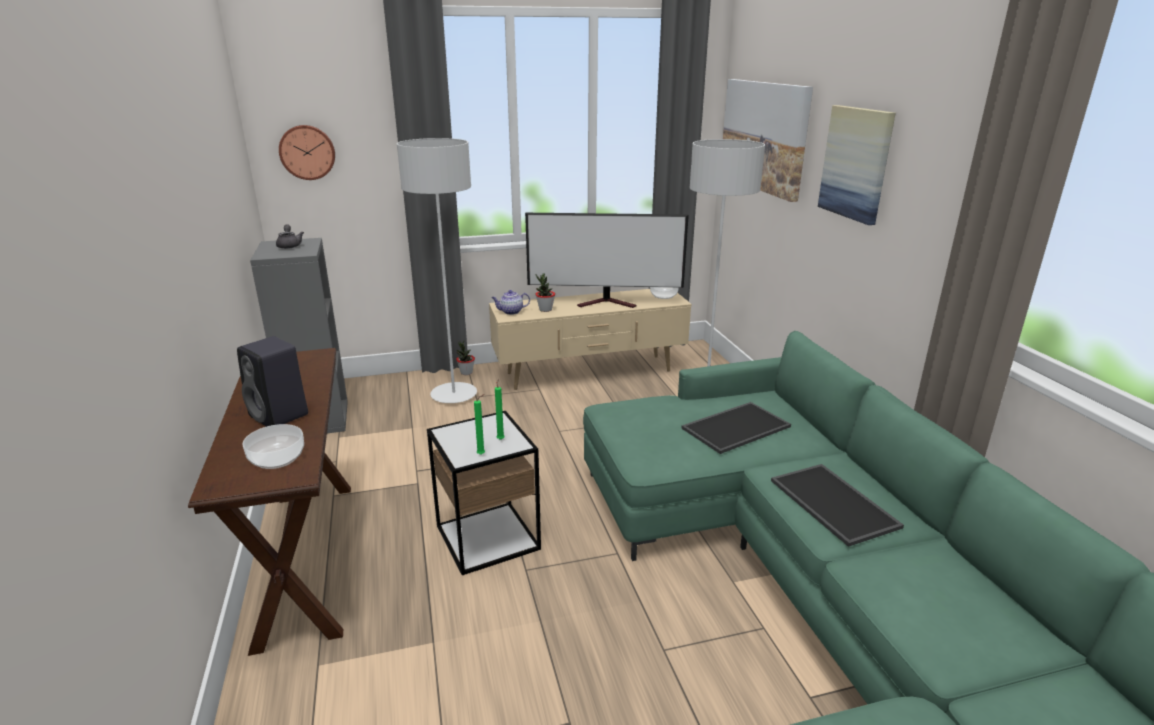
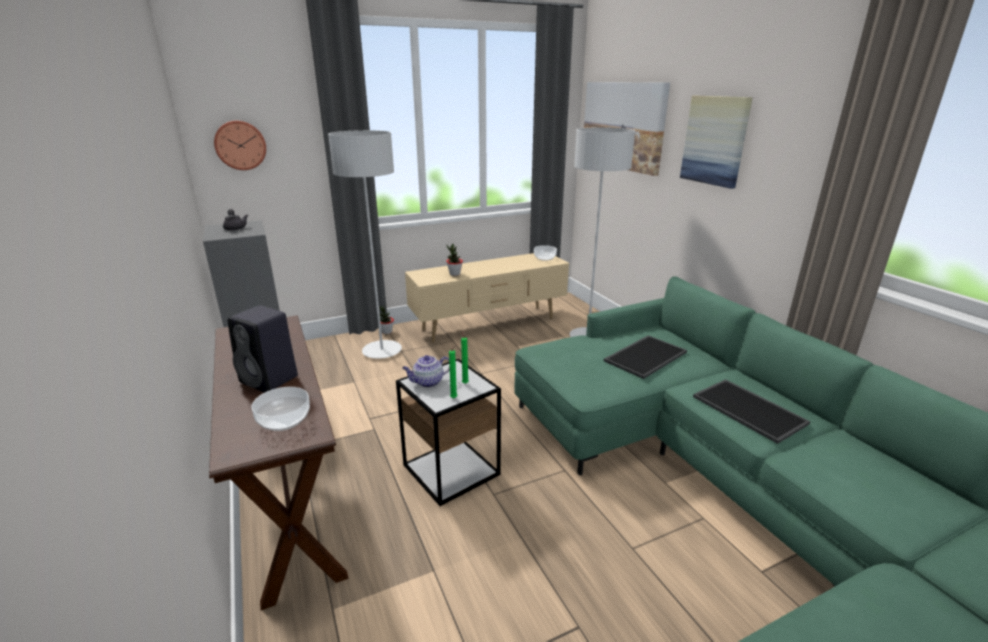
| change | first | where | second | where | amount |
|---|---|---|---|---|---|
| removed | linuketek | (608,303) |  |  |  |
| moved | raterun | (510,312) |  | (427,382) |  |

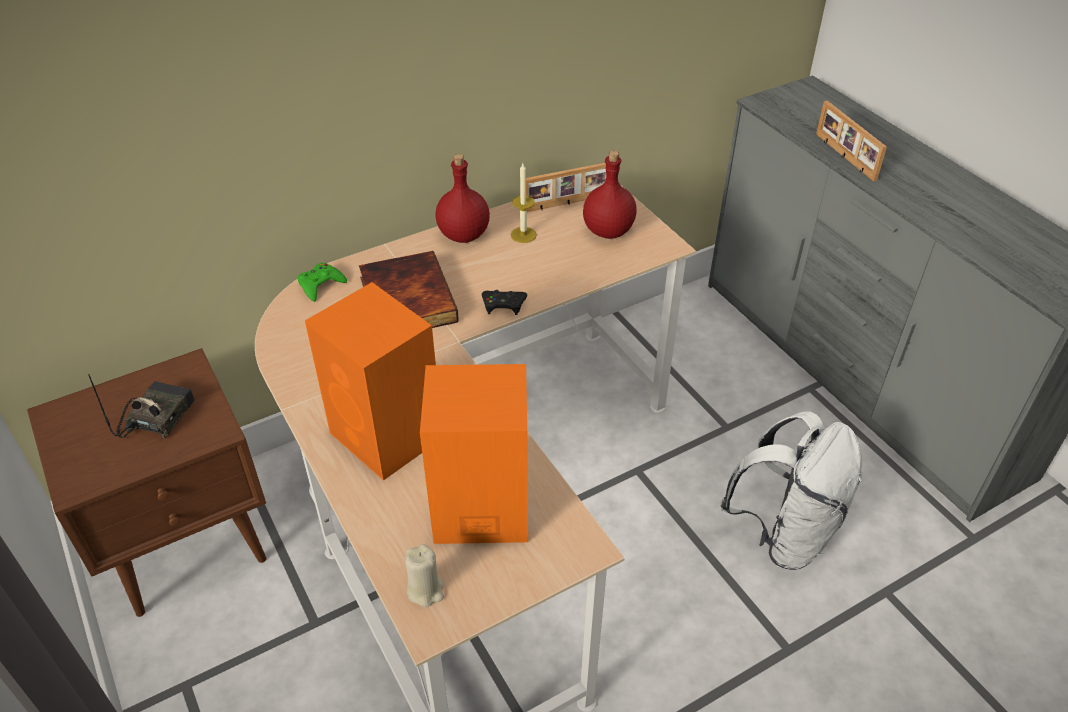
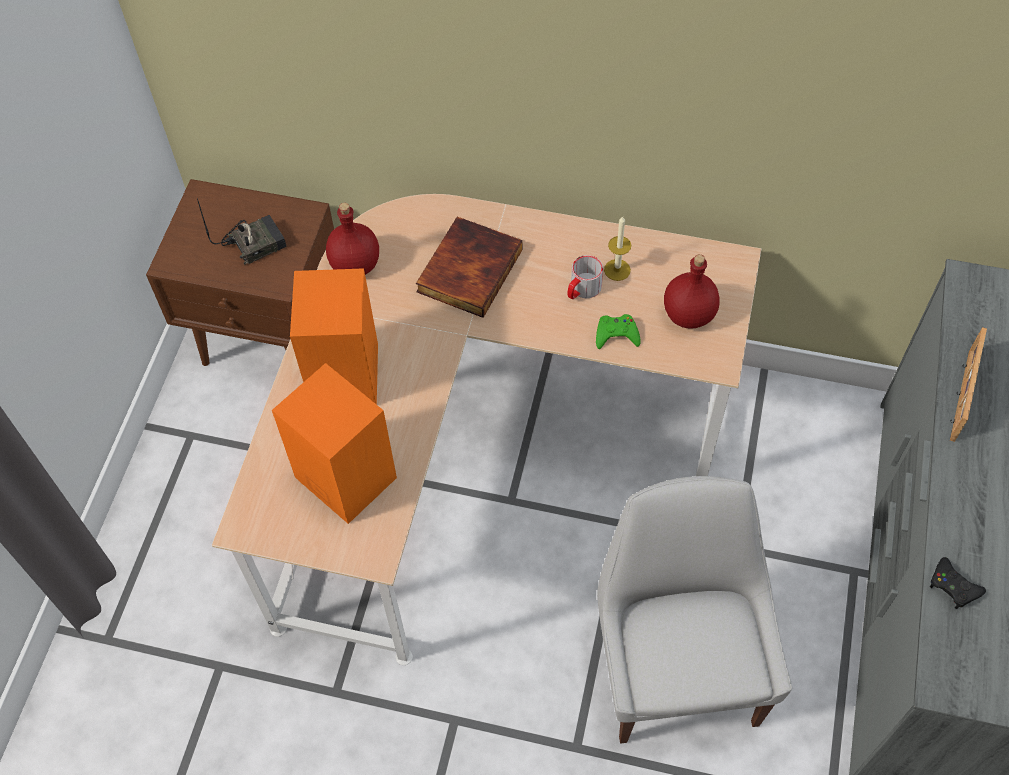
| change | first | where | second | where | amount |
|---|---|---|---|---|---|
| removed | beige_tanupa | (425,590) |  |  |  |
| removed | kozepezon | (568,203) |  |  |  |
| added |  |  | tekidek | (582,289) |  |
| moved | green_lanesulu | (320,285) |  | (616,334) |  |
| moved | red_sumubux | (463,234) |  | (355,264) |  |
| moved | black_lanesulu | (503,305) |  | (953,586) |  |
| replaced | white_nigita | (784,533) | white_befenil | (677,667) |  |

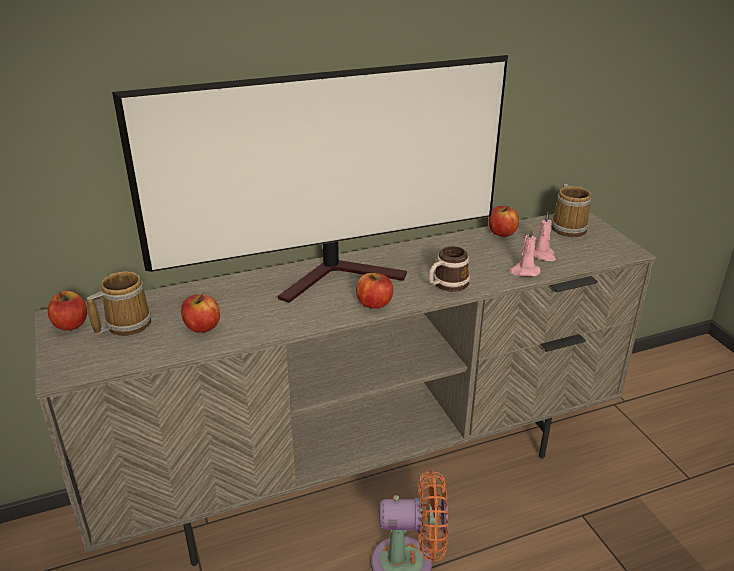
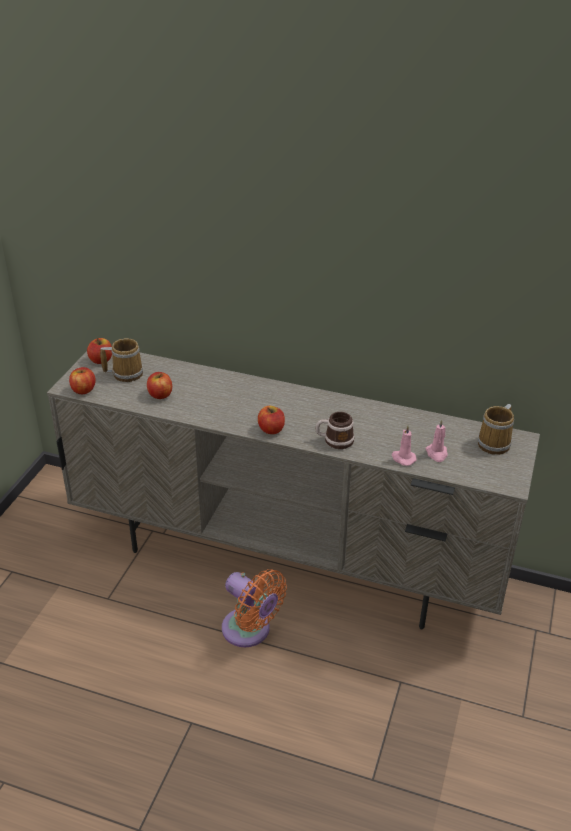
| change | first | where | second | where | amount |
|---|---|---|---|---|---|
| removed | linuketek | (341,275) |  |  |  |
| moved | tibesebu | (501,233) |  | (83,390) |  |

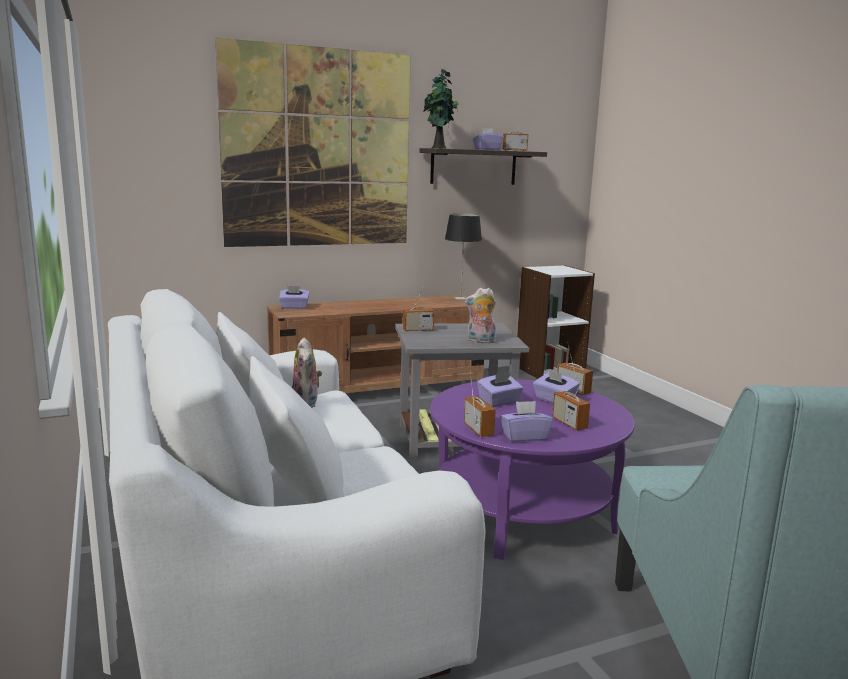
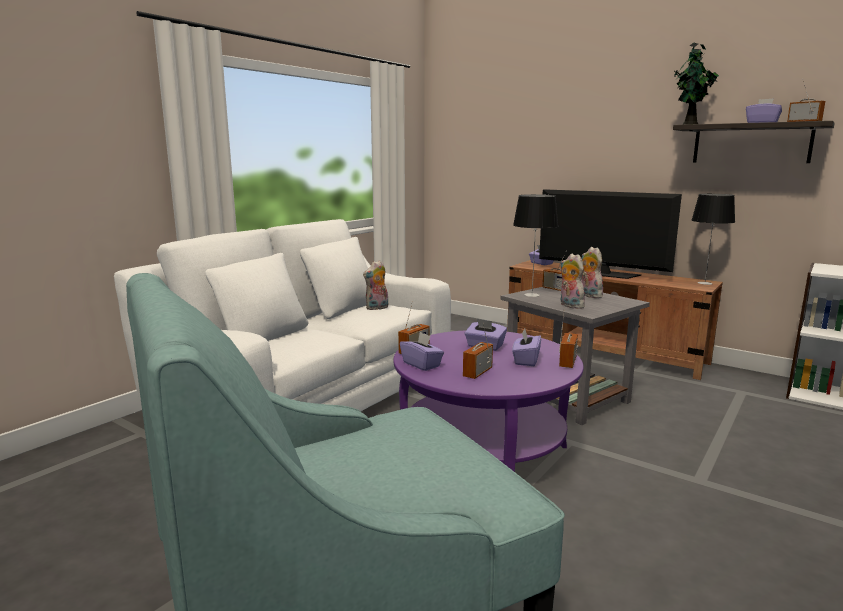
| change | first | where | second | where | amount |
|---|---|---|---|---|---|
| removed | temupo | (318,149) |  |  |  |
| added |  |  | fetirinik | (532,295) |  |
| added |  |  | linuketek | (601,273) |  |
| added |  |  | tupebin | (589,295) |  |

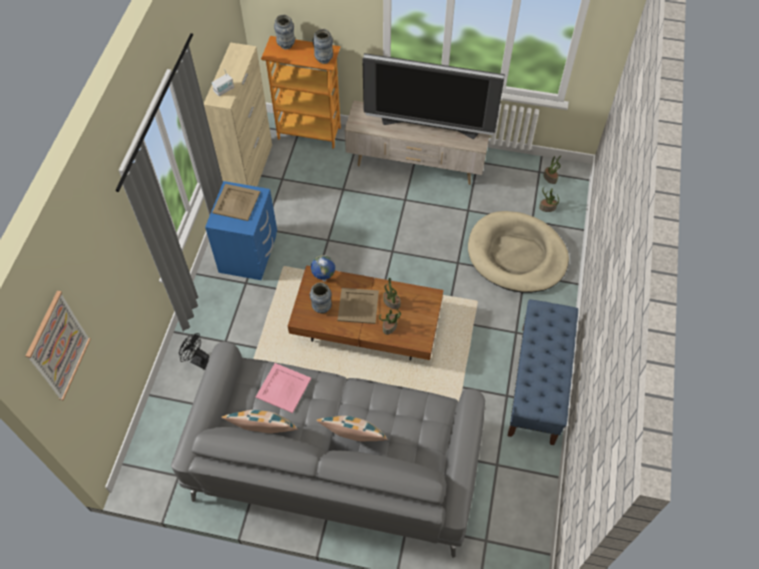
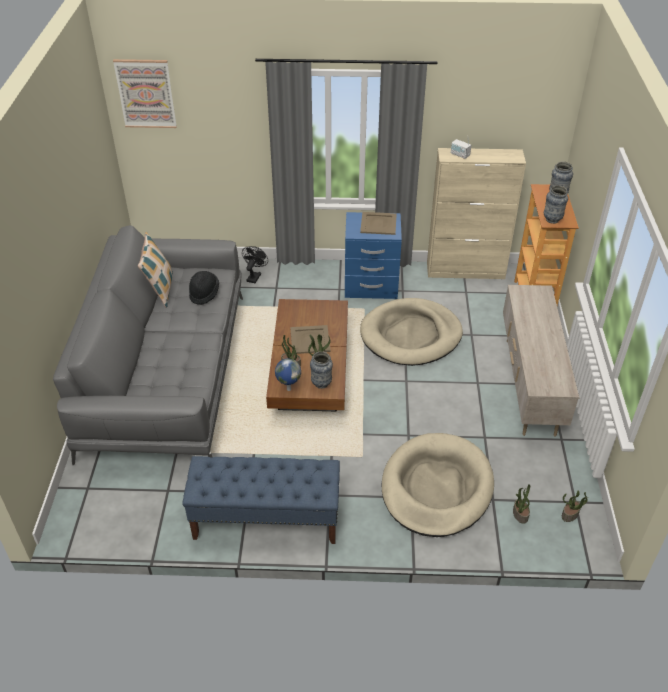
| change | first | where | second | where | amount |
|---|---|---|---|---|---|
| removed | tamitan | (354,440) |  |  |  |
| removed | linuketek | (430,125) |  |  |  |
| added |  |  | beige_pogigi | (411,335) |  |
| moved | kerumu | (322,307) |  | (321,384) |  |
| moved | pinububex | (323,280) |  | (288,389) |  |
| replaced | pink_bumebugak | (283,388) | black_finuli | (204,293) |  |

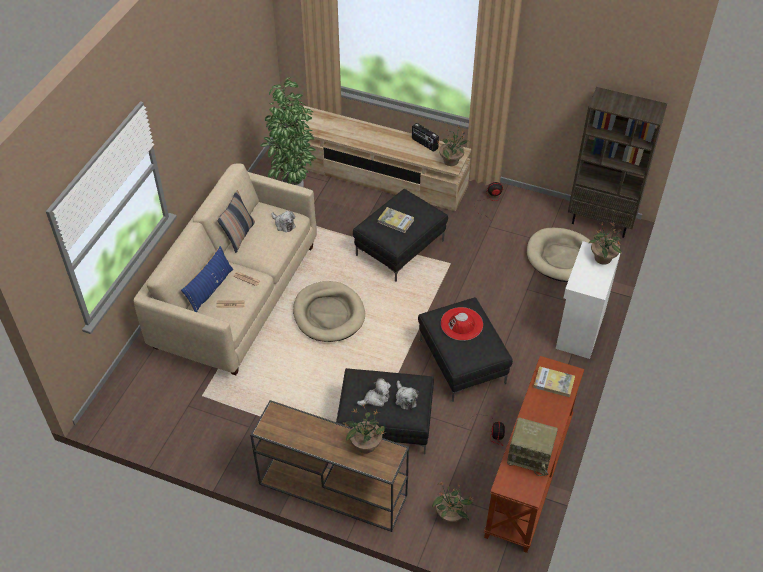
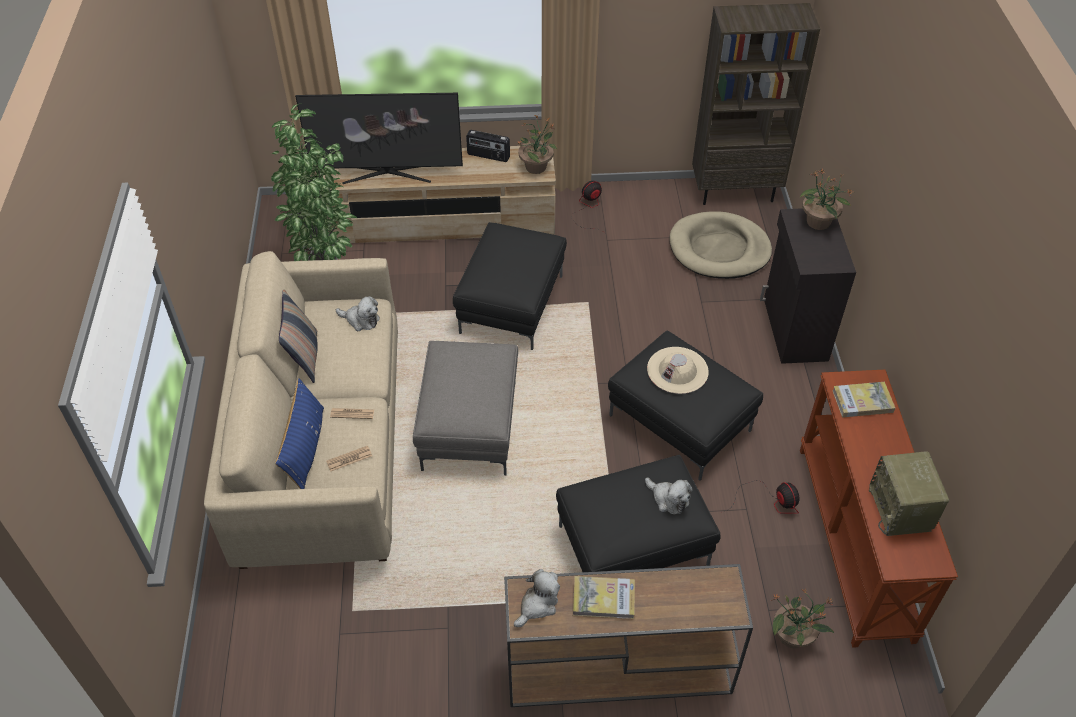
| change | first | where | second | where | amount |
|---|---|---|---|---|---|
| removed | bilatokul | (365,444) |  |  |  |
| added |  |  | linuketek | (387,173) |  |
| moved | tupebin | (375,398) |  | (538,604) |  |
| moved | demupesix | (395,221) |  | (603,599) |  |
| replaced | beige_pogigi | (329,314) | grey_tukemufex | (468,425) |  |
| recoloured | red_finuli | (461,324) | beige_finuli | (677,370) |  |
| recoloured | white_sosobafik | (579,329) | black_sosobafik | (794,329) |  |
| turned | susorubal | (530,456) |  | (901,510) | 90 degrees clockwise |

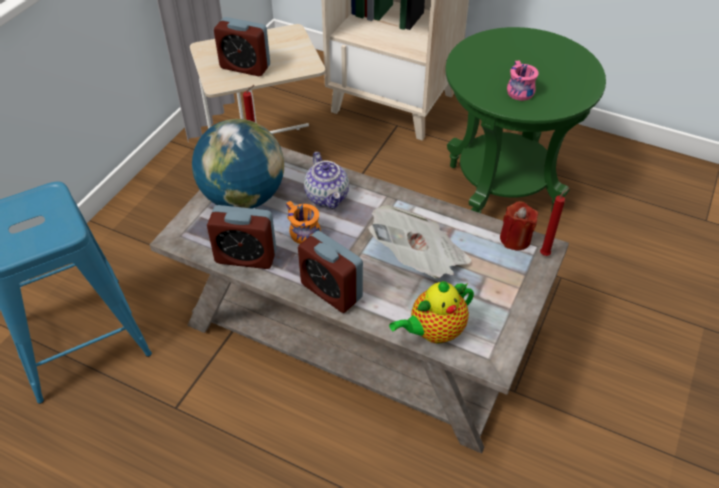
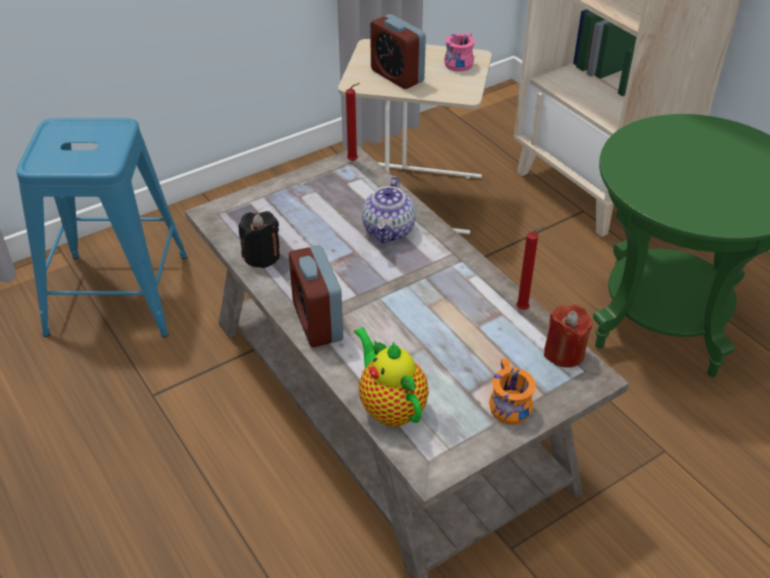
| change | first | where | second | where | amount |
|---|---|---|---|---|---|
| removed | pinububex | (243,197) |  |  |  |
| removed | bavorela | (419,260) |  |  |  |
| moved | orange_tekidek | (300,232) |  | (505,404) |  |
| moved | pink_tekidek | (517,90) |  | (458,62) |  |
| moved | red_tanupa | (546,254) |  | (524,309) |  |
| replaced | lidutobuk | (246,257) | black_tanupa | (261,256) |  |
| turned | raterun | (433,332) |  | (390,406) | 60 degrees clockwise |

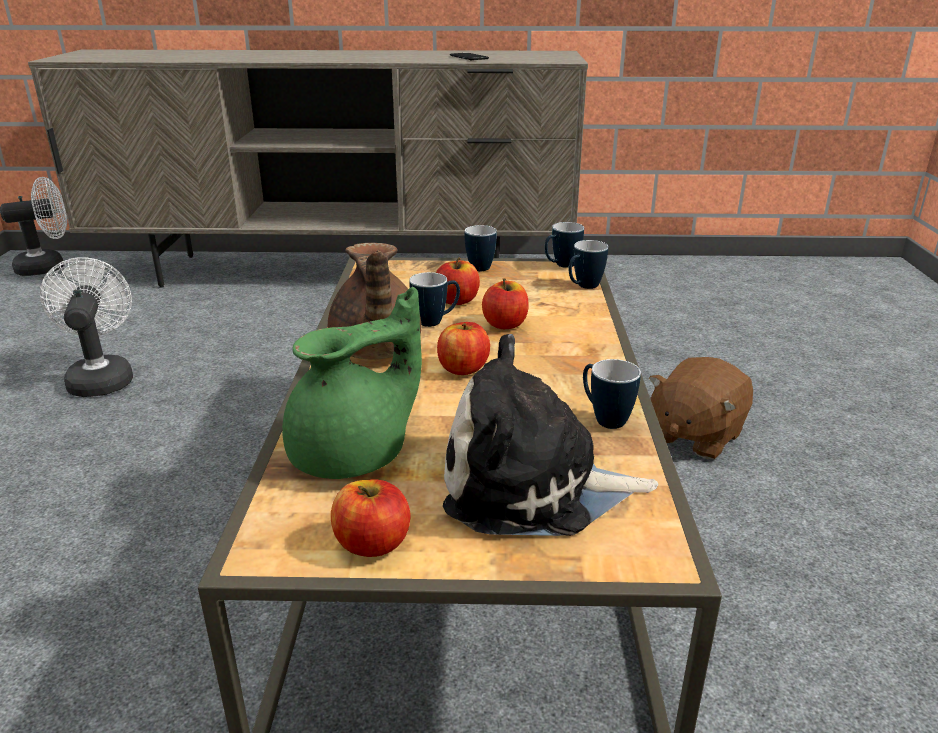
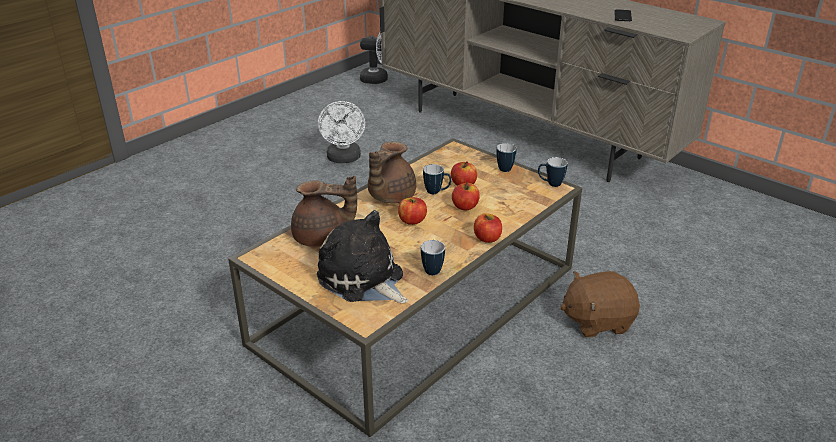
| change | first | where | second | where | amount |
|---|---|---|---|---|---|
| removed | tekidek | (583,287) |  |  |  |
| moved | tibesebu | (372,543) |  | (487,238) |  |
| recoloured | green_raterun | (354,455) | brown_raterun | (322,238) |  |
| turned | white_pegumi | (101,377) |  | (344,159) | 150 degrees clockwise |

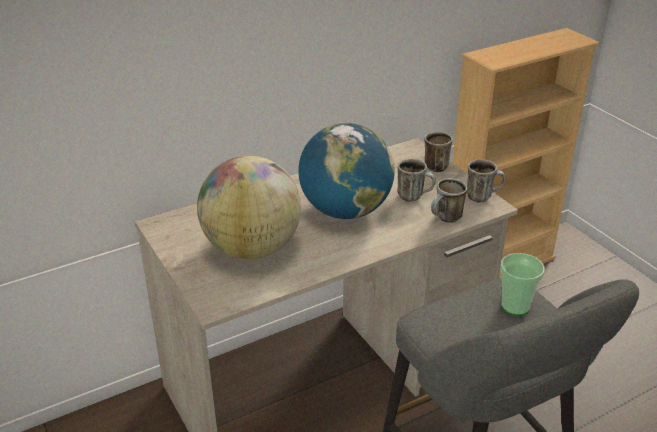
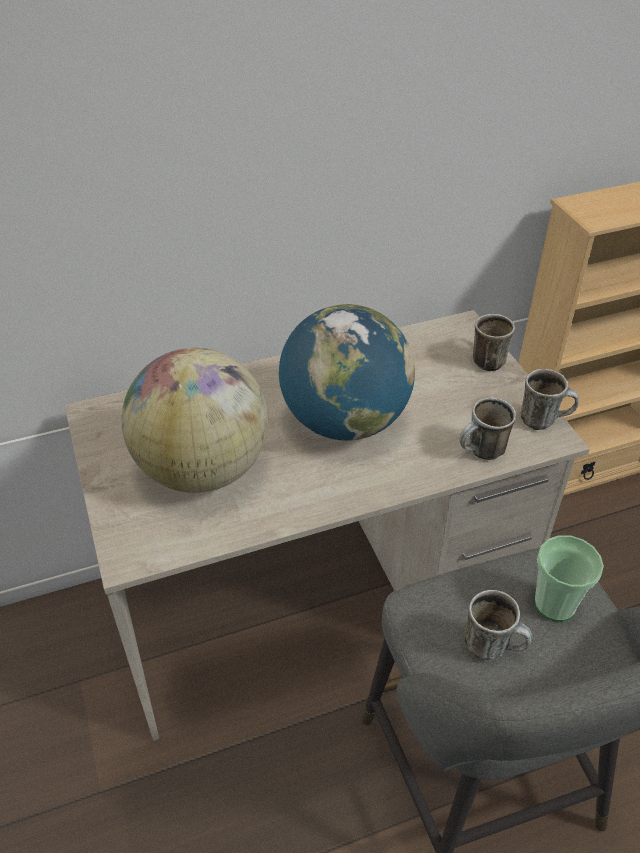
| change | first | where | second | where | amount |
|---|---|---|---|---|---|
| moved | tekidek | (414,196) |  | (493,646) |  |

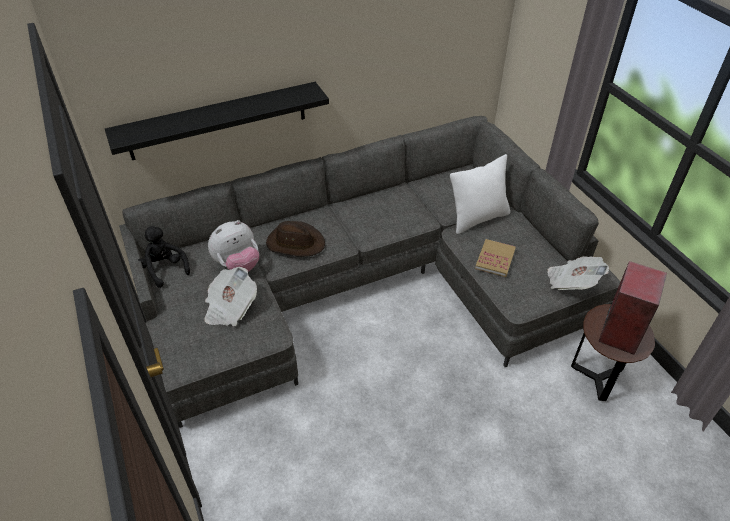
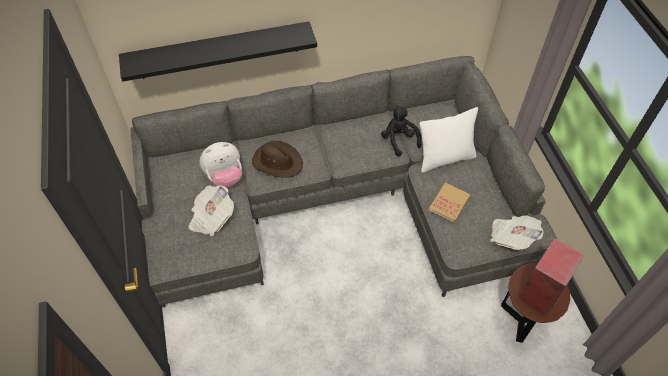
| change | first | where | second | where | amount |
|---|---|---|---|---|---|
| moved | black_tupebin | (164,269) |  | (399,140) |  |

